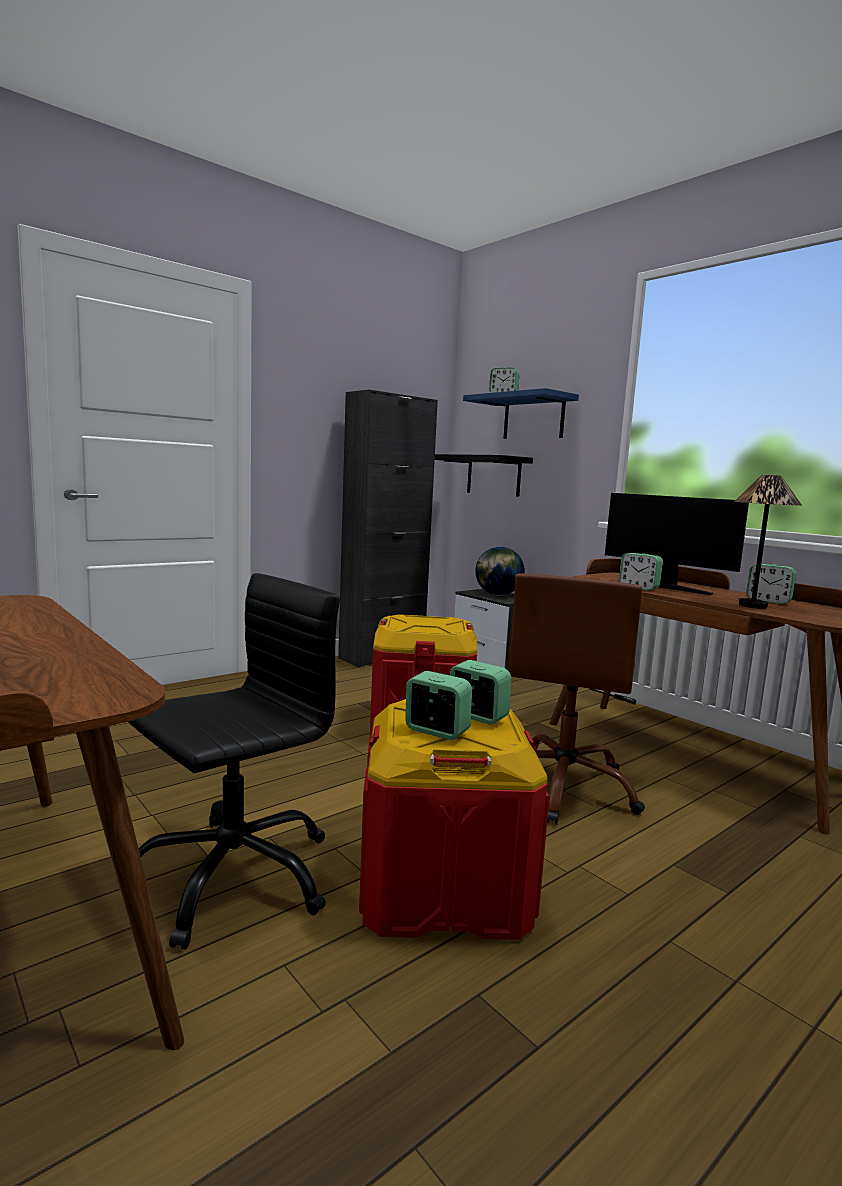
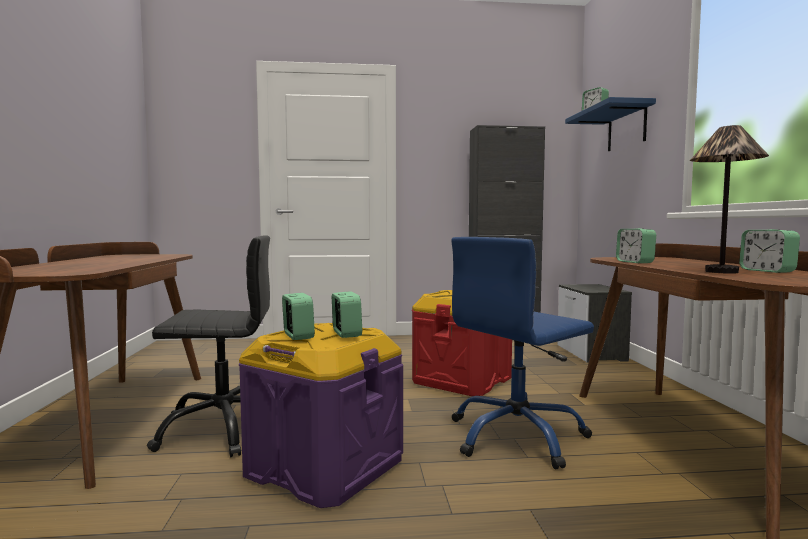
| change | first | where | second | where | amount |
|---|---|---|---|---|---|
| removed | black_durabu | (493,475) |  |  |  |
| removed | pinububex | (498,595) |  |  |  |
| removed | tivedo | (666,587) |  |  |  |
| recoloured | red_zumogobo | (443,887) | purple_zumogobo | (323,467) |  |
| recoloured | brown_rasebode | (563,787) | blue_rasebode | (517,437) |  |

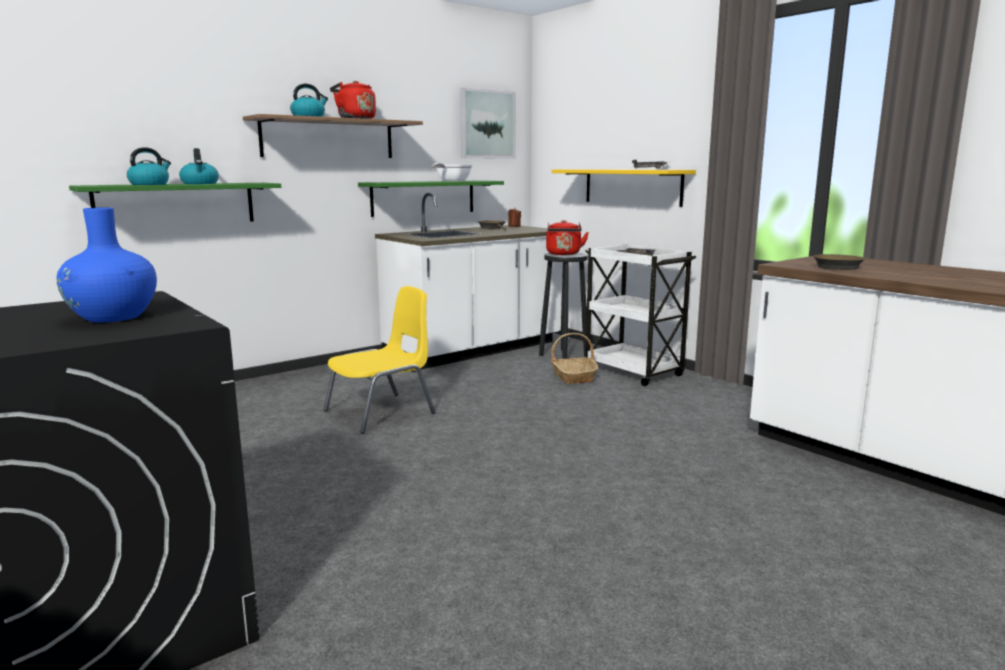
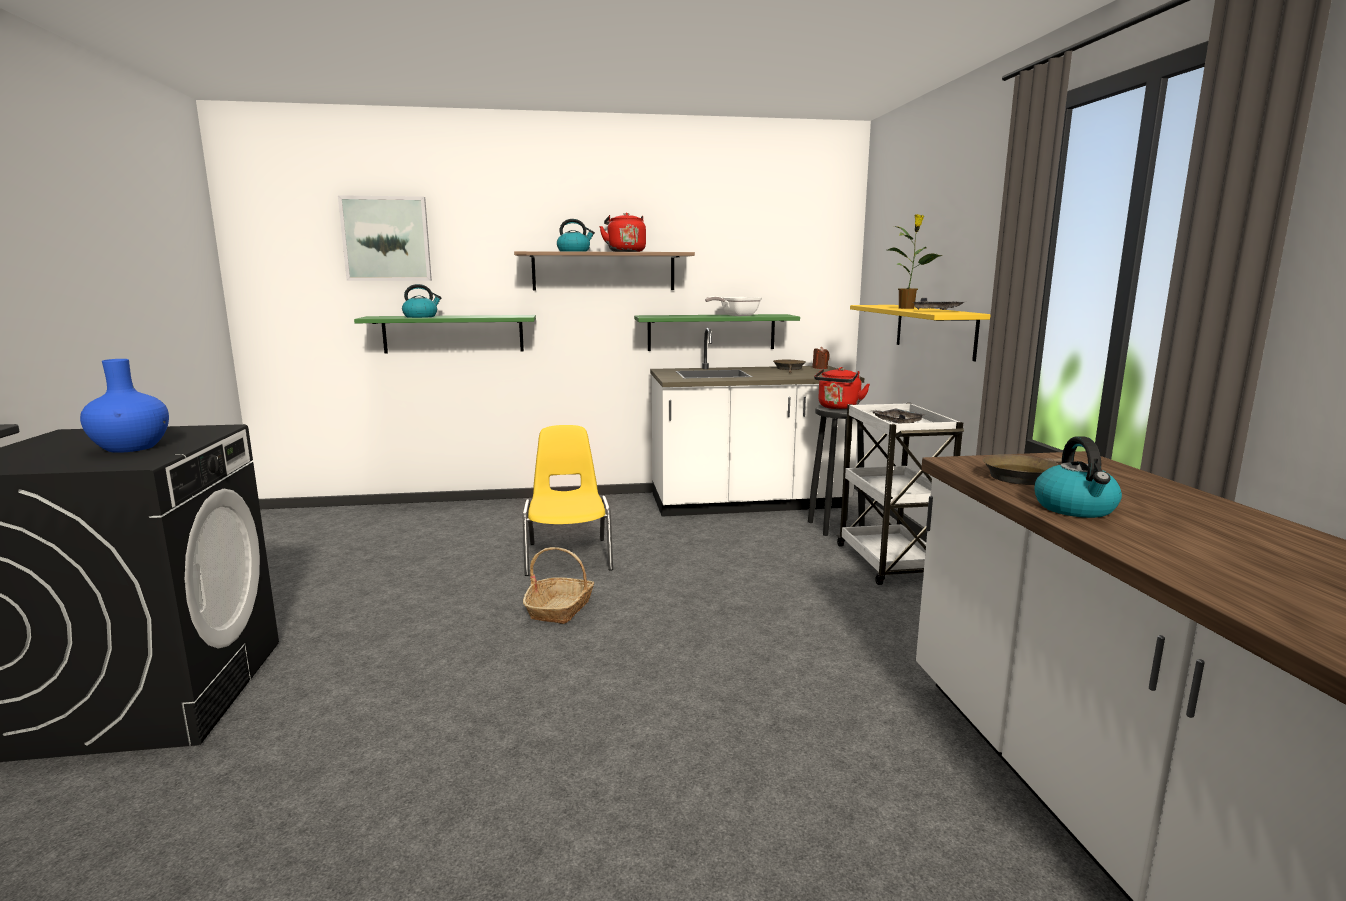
| change | first | where | second | where | amount |
|---|---|---|---|---|---|
| added |  |  | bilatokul | (907,308) |  |
| moved | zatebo | (200,183) |  | (1075,508) |  |
| moved | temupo | (487,124) |  | (386,239) |  |
| moved | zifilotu | (573,377) |  | (560,608) |  |
| turned | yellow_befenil | (382,412) |  | (568,556) | 90 degrees counterclockwise |

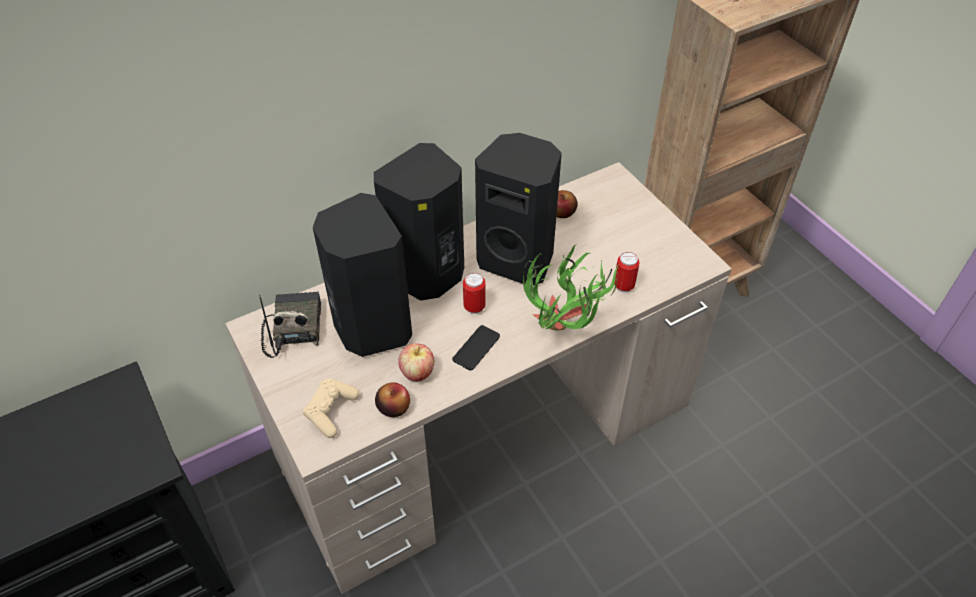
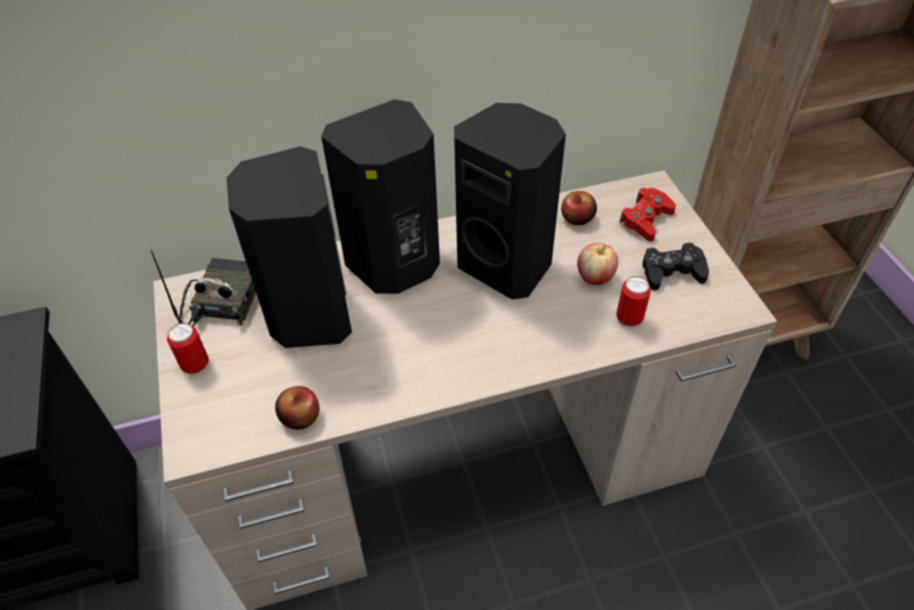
| change | first | where | second | where | amount |
|---|---|---|---|---|---|
| removed | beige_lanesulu | (331,412) |  |  |  |
| removed | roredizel | (476,348) |  |  |  |
| removed | bilatokul | (564,334) |  |  |  |
| added |  |  | red_lanesulu | (646,219) |  |
| added |  |  | black_lanesulu | (672,272) |  |
| moved | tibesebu | (417,373) |  | (595,277) |  |
| moved | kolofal | (474,307) |  | (196,365) |  |

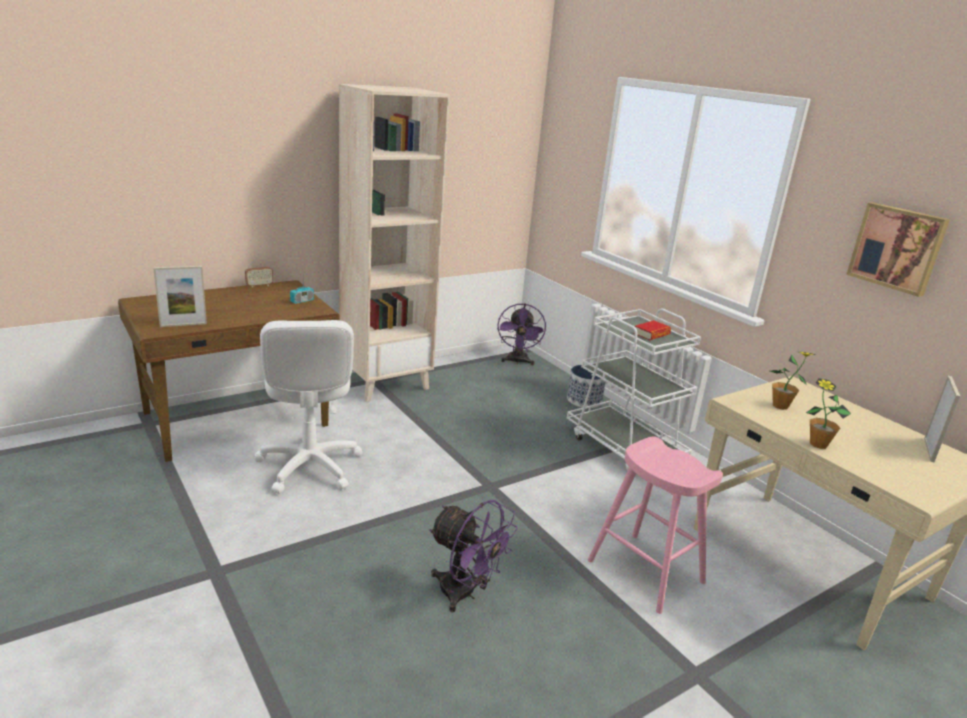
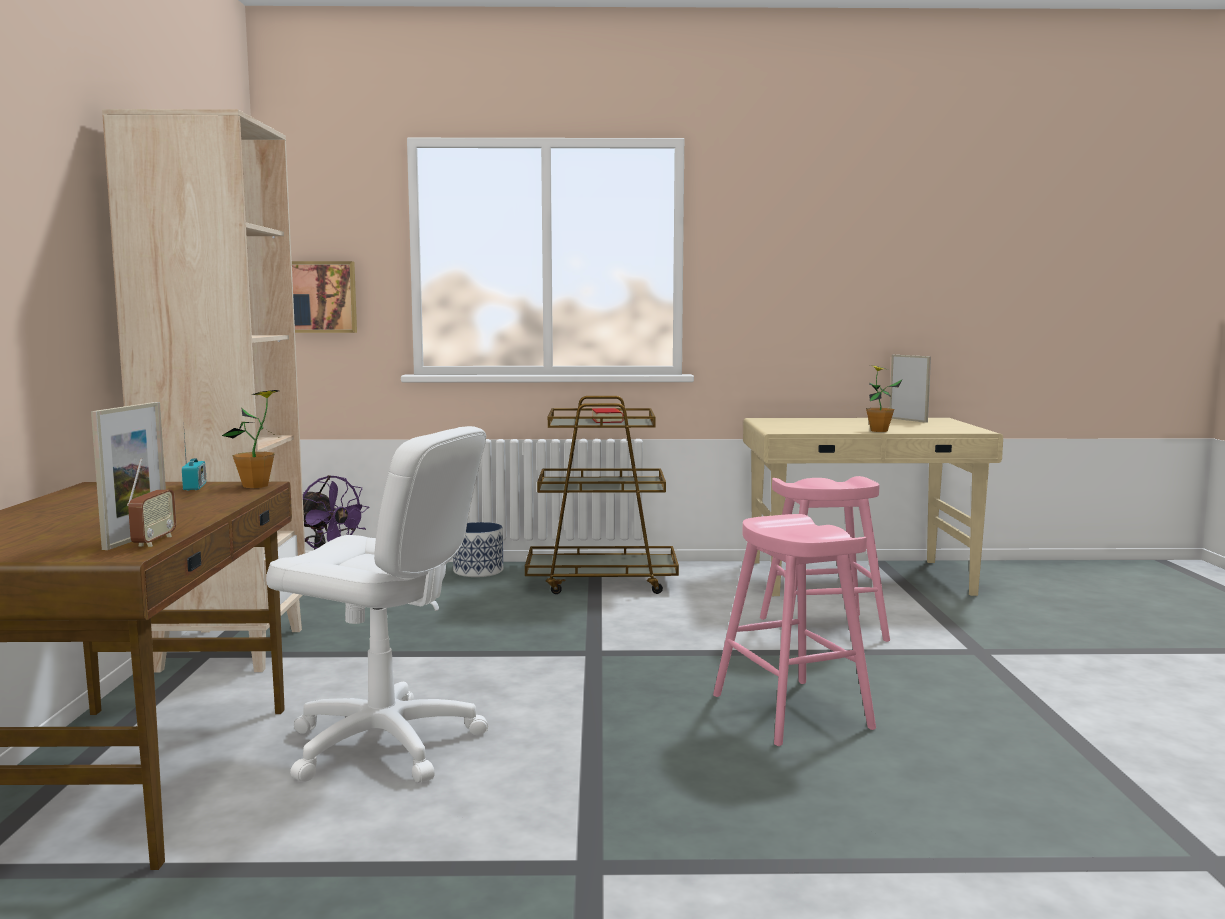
| change | first | where | second | where | amount |
|---|---|---|---|---|---|
| moved | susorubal | (259,285) |  | (154,541) |  |
| moved | bilatokul | (780,406) |  | (256,486) |  |
| moved | temupo | (897,248) |  | (320,297) |  |
| replaced | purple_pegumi | (465,594) | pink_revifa | (791,712) |  |
| recoloured | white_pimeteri | (624,448) | brown_pimeteri | (602,582) |  |

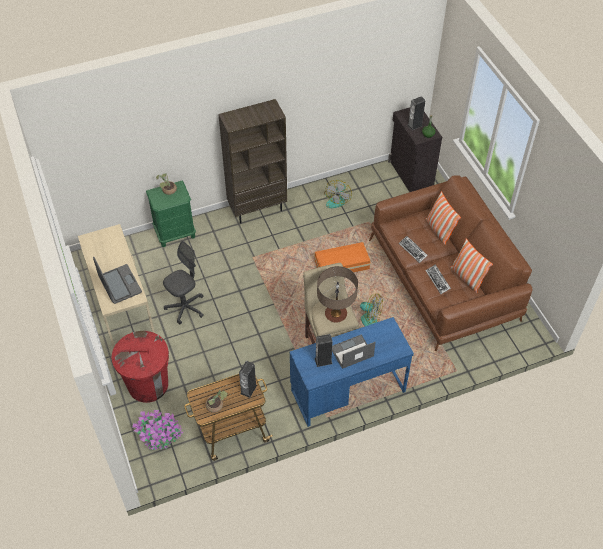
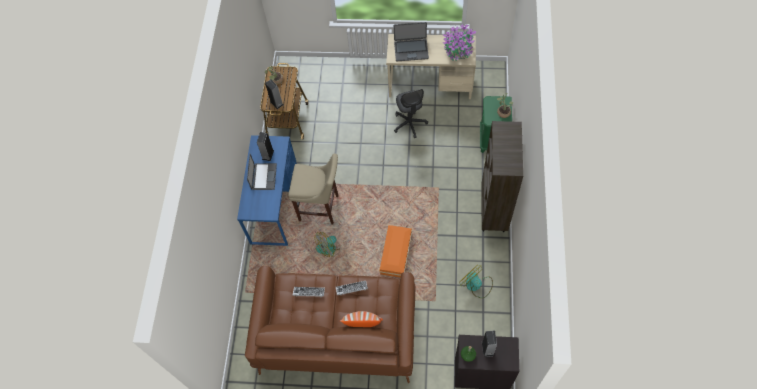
| change | first | where | second | where | amount |
|---|---|---|---|---|---|
| removed | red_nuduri | (148,385) |  |  |  |
| removed | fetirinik | (335,314) |  |  |  |
| removed | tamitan | (467,278) |  |  |  |
| moved | bilatokul | (160,436) |  | (458,50) |  |

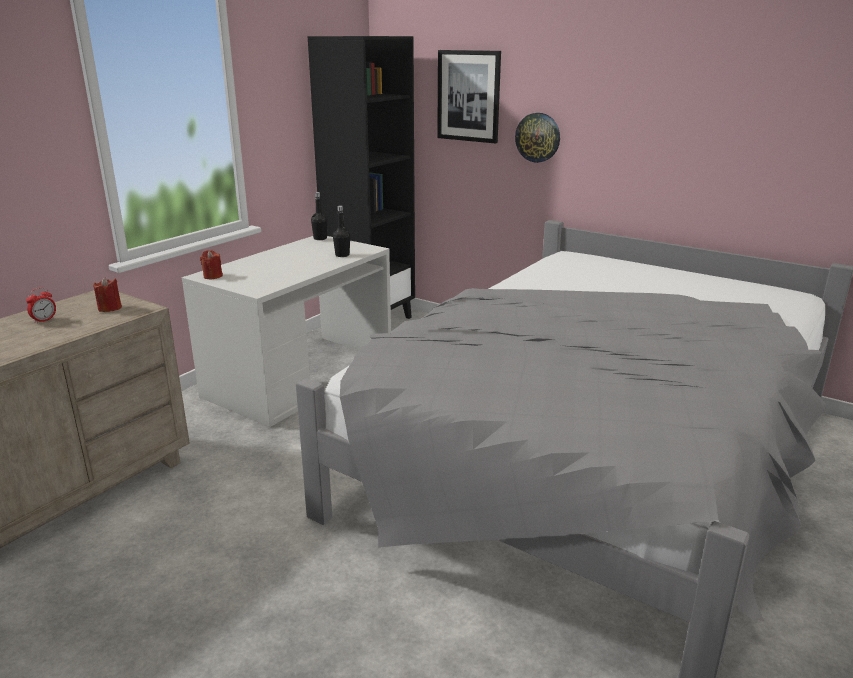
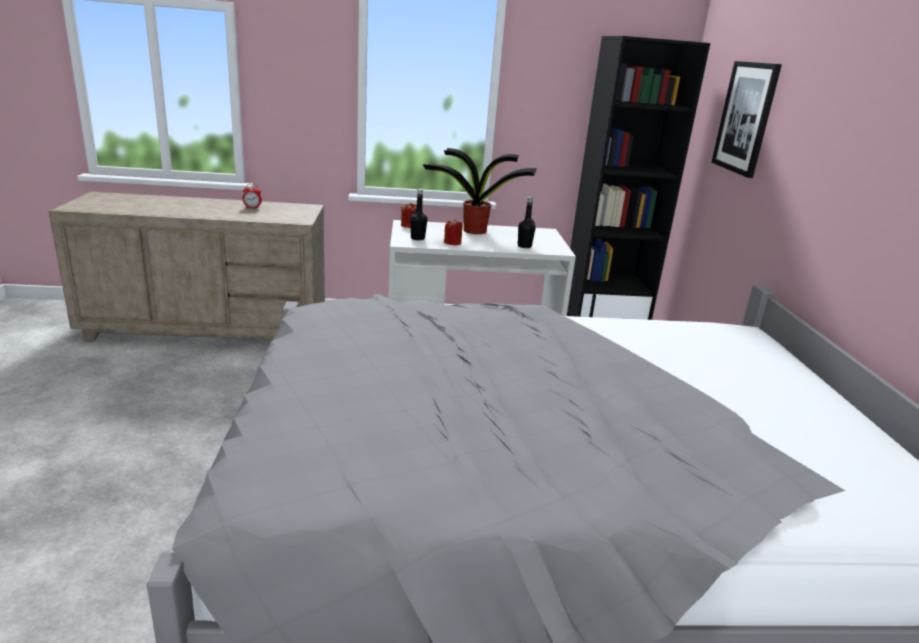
| change | first | where | second | where | amount |
|---|---|---|---|---|---|
| removed | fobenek | (538,137) |  |  |  |
| added |  |  | bilatokul | (473,230) |  |
| moved | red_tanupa | (110,308) |  | (452,243) |  |
| moved | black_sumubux | (320,238) |  | (417,238) |  |

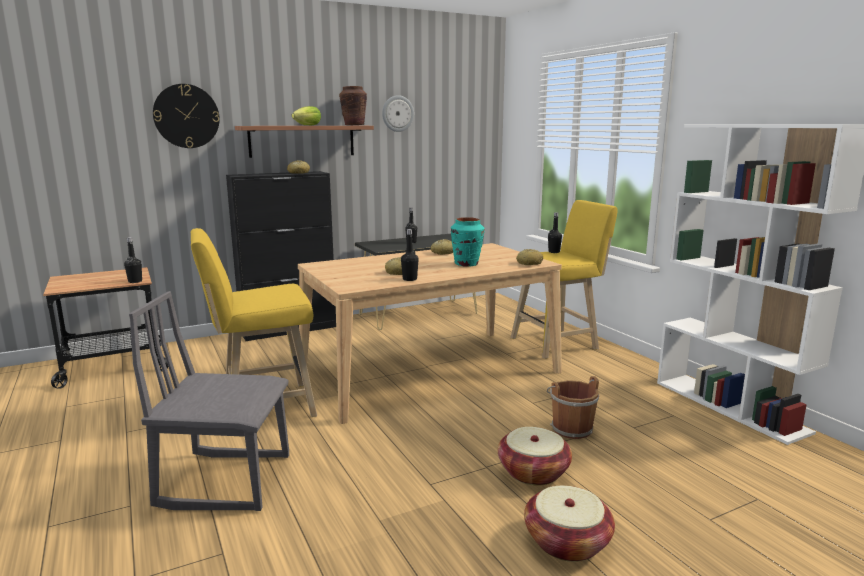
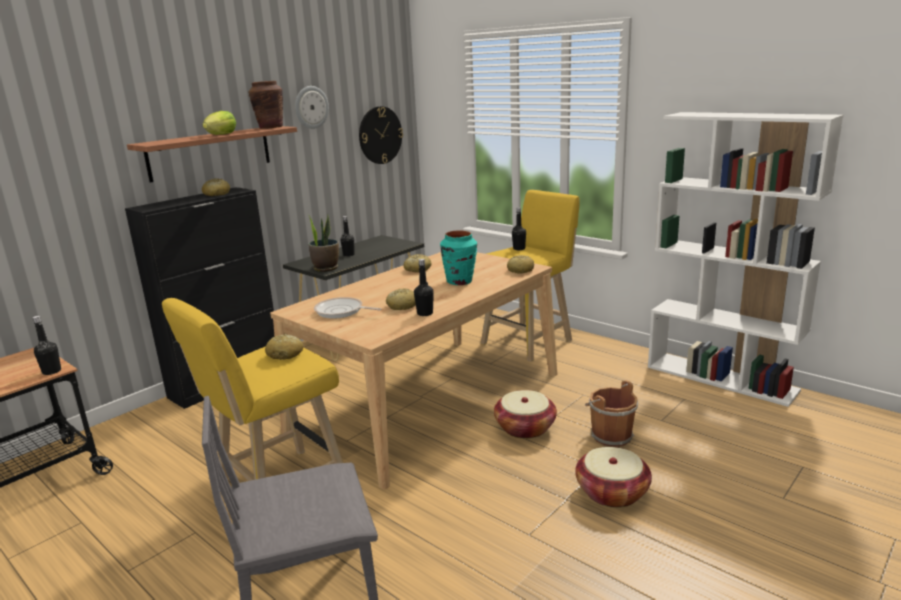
| change | first | where | second | where | amount |
|---|---|---|---|---|---|
| added |  |  | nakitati | (285,354) |  |
| added |  |  | bilatokul | (326,268) |  |
| added |  |  | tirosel | (341,311) |  |
| moved | fobenek | (186,116) |  | (380,135) |  |
| moved | zifilotu | (567,542) |  | (525,428) |  |

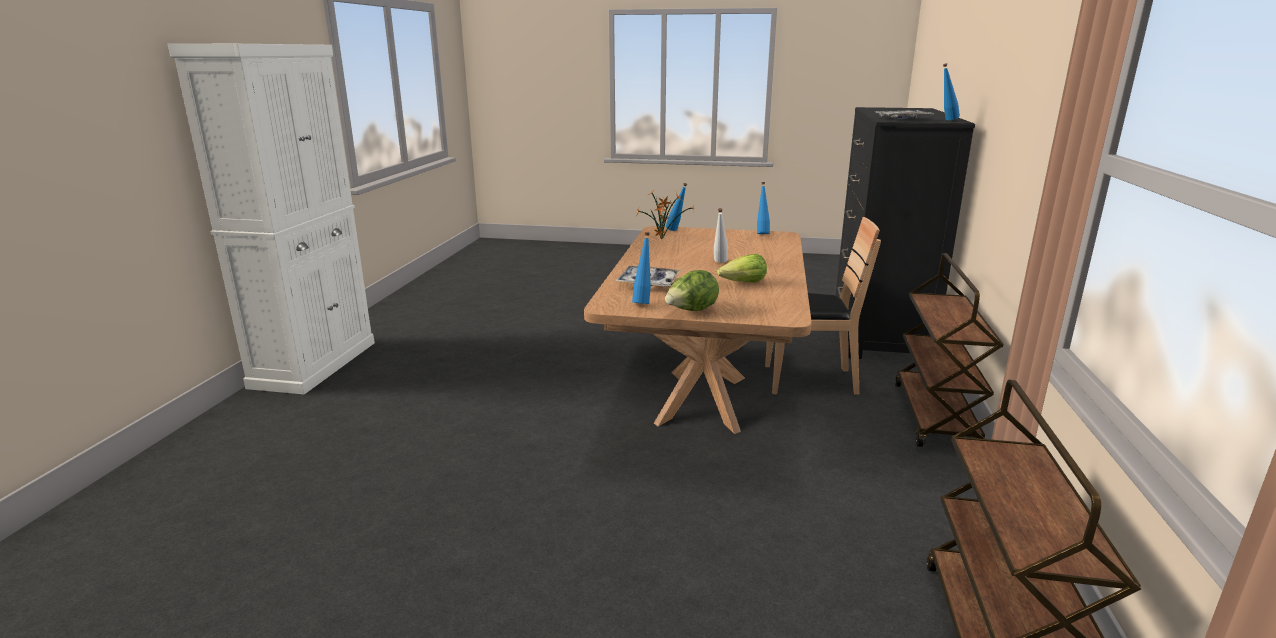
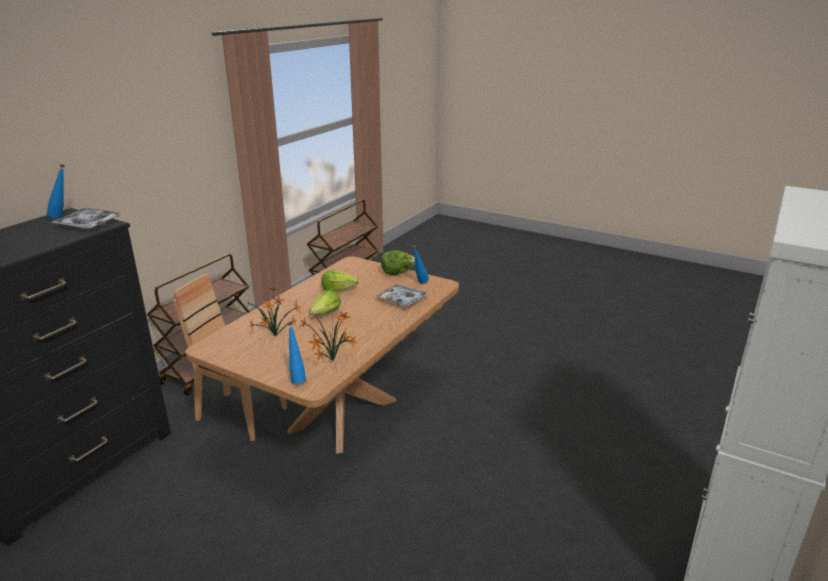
| change | first | where | second | where | amount |
|---|---|---|---|---|---|
| removed | blue_sumubux | (762,233) |  |  |  |
| added |  |  | bilatokul | (277,337) |  |
| replaced | white_sumubux | (719,263) | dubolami | (326,314) |  |

